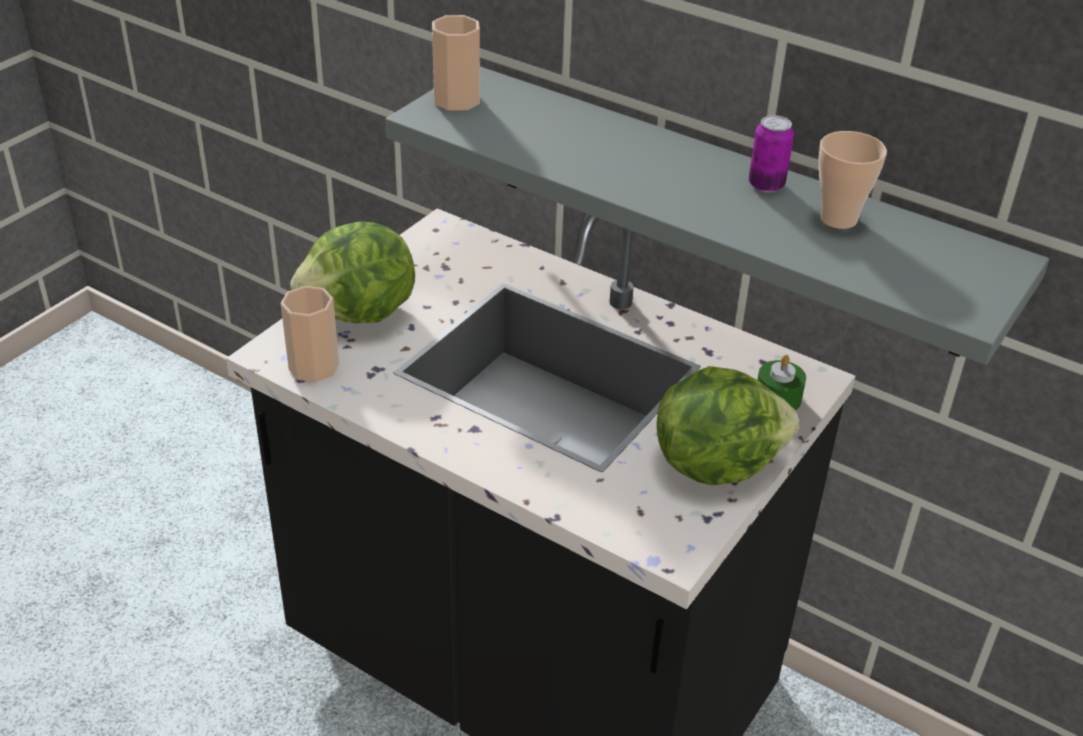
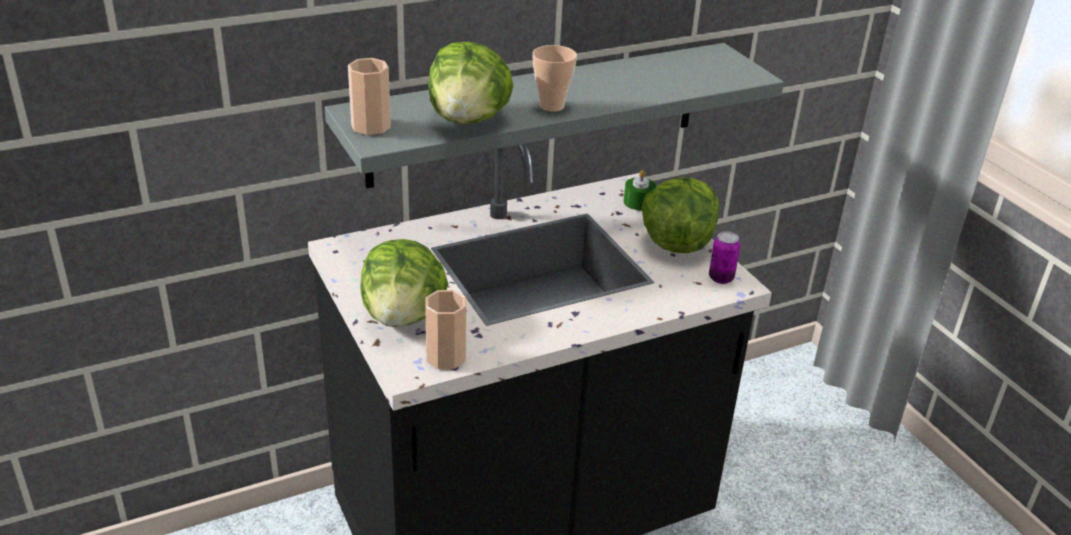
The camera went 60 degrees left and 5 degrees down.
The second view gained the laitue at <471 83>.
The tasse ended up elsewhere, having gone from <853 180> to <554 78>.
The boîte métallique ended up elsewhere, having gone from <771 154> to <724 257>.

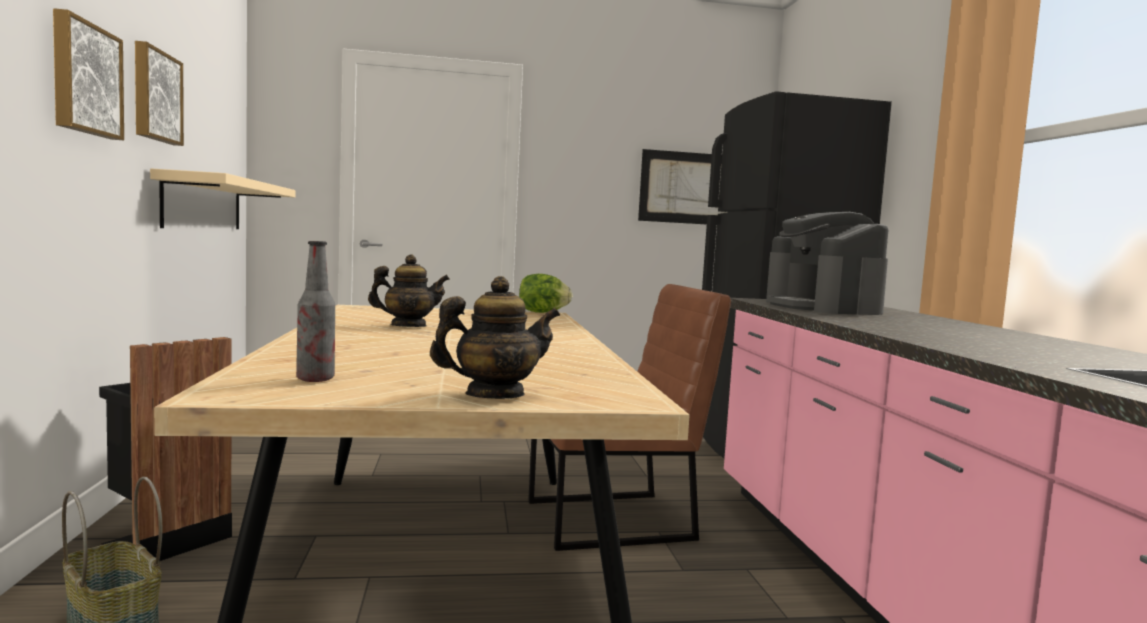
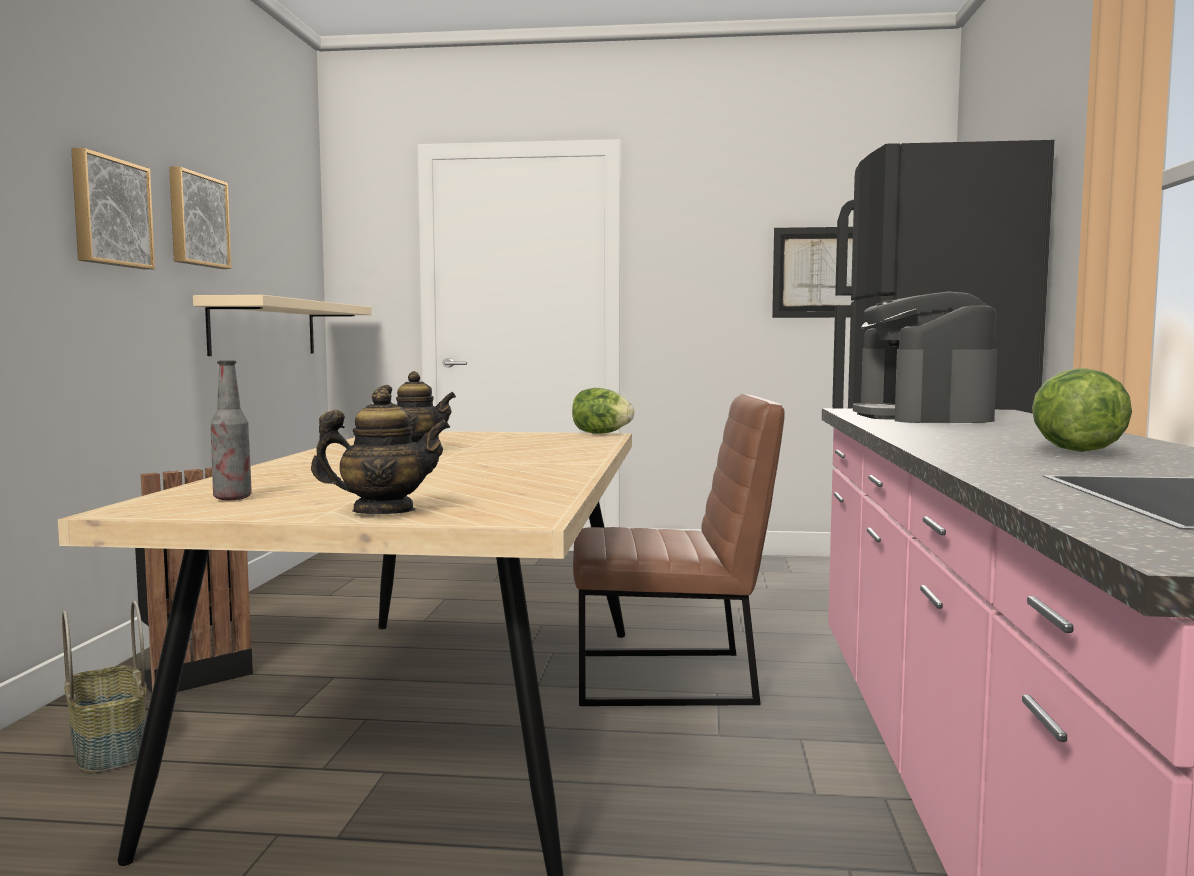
The camera went 15 degrees right and 0 degrees up.
The second view gained the laitue at <1082 410>.

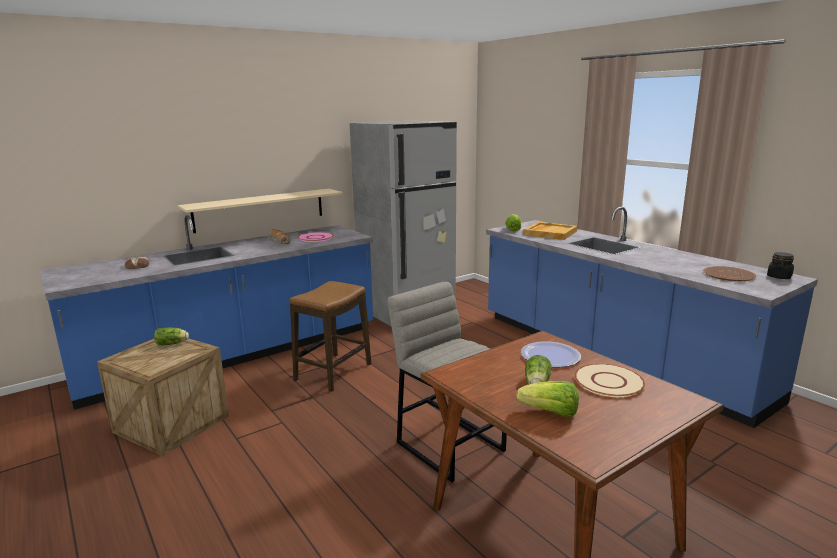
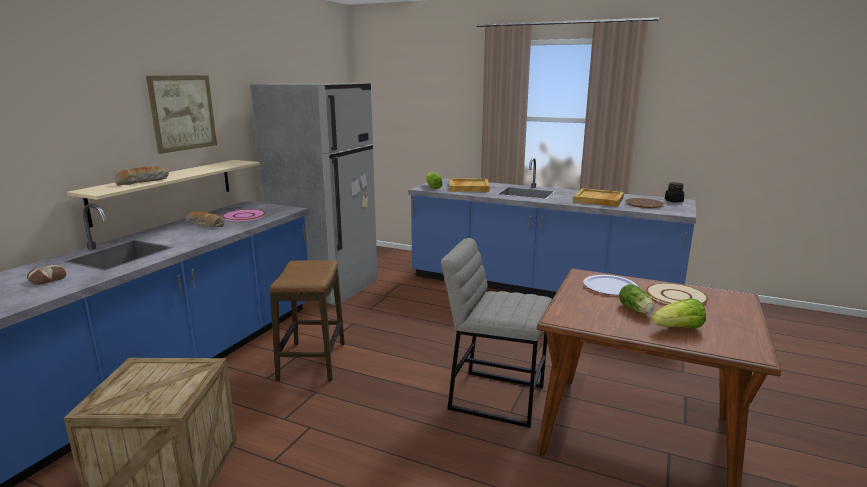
The camera went 30 degrees left and 0 degrees up.
The second view gained the pain at <142 176>.
The second view gained the tableau at <181 114>.
The second view gained the plateau/beige at <598 197>.
The second view lost the laitue at <171 336>.

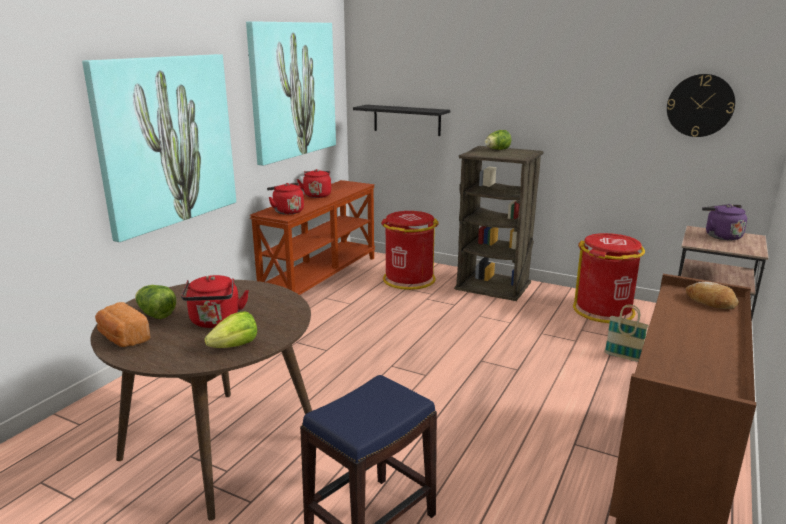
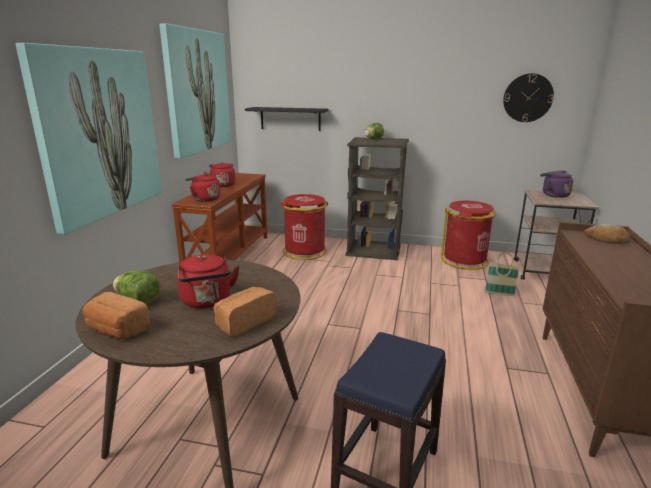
The camera went 15 degrees left and 0 degrees up.
Where the laitue stood at <231 330>, the pain came to stand at <245 312>.

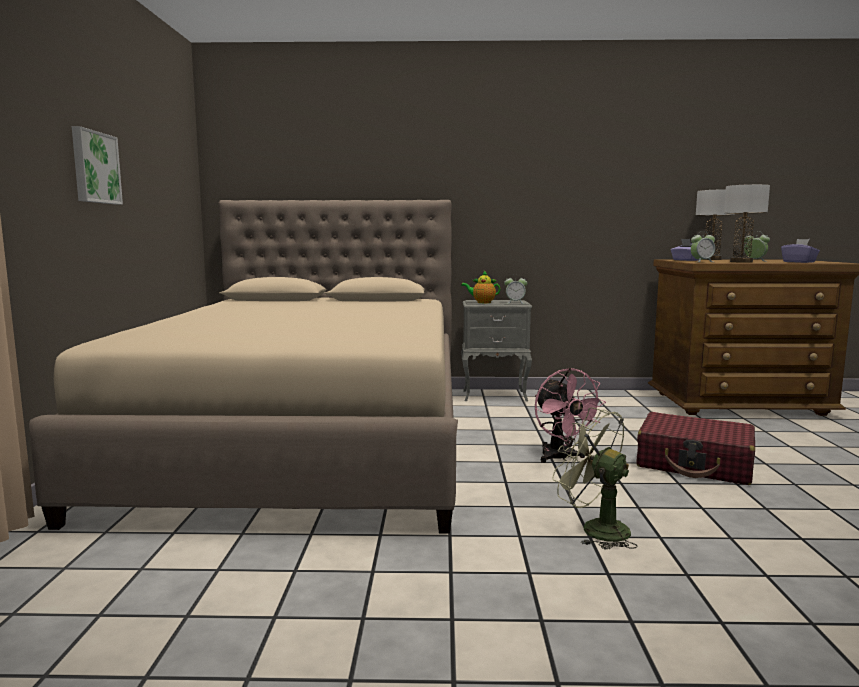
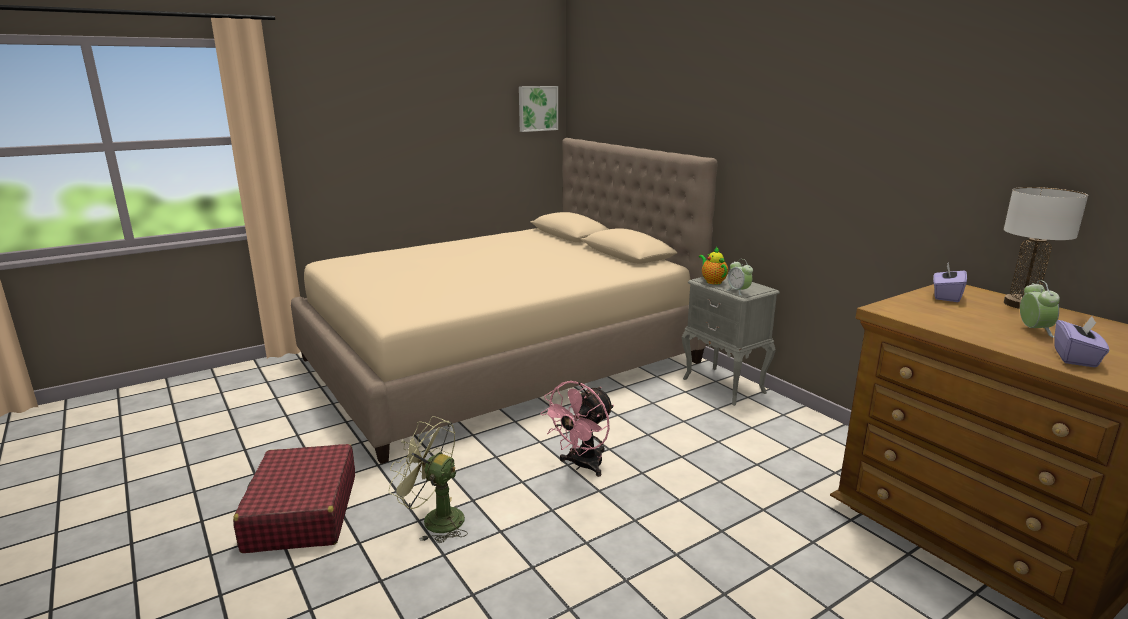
The camera went 55 degrees right and 10 degrees up.
The valise/rouge ended up elsewhere, having gone from <696 448> to <294 498>.
The ventilateur/vert at <595 478> ended up facing another way, 75 degrees counterclockwise from before.
The tableau ended up elsewhere, having gone from <97 165> to <538 109>.
The second view lost the réveil at <703 246>.
The second view lost the lampe de table at <747 223>.

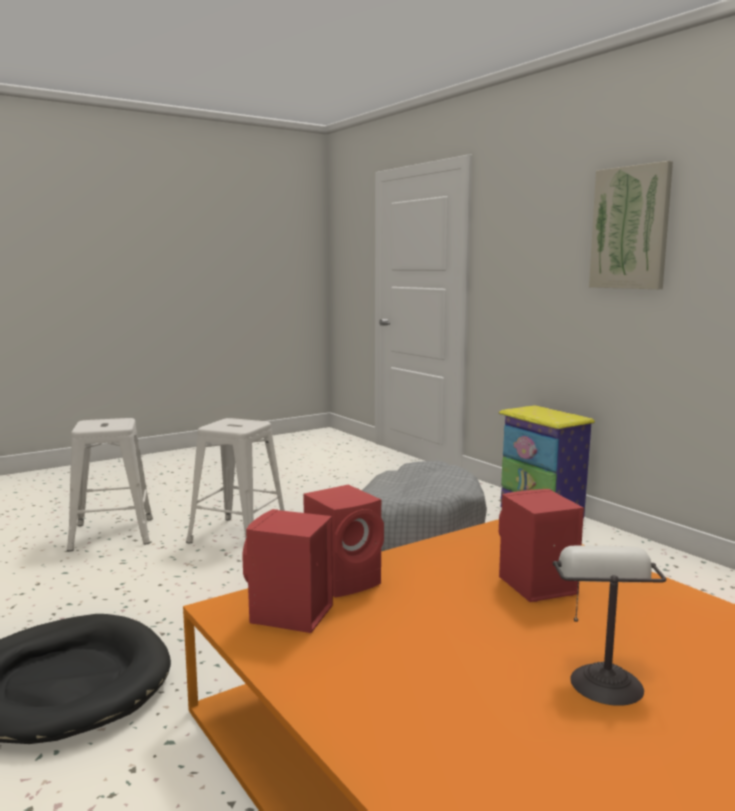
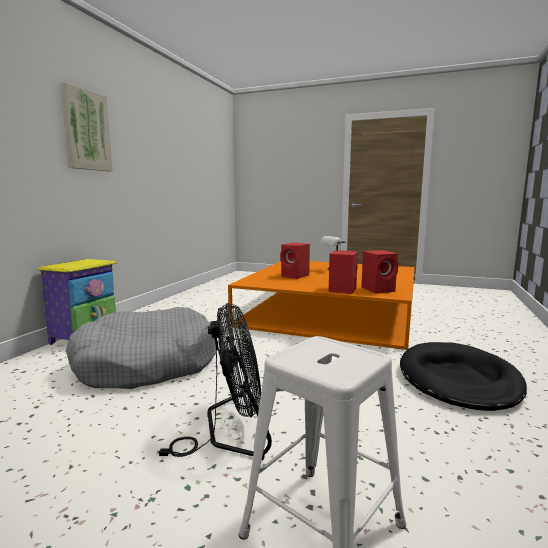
The camera went 125 degrees left and 0 degrees up.
Where the tabouret/blanc stood at <235 480>, the ventilateur/noir came to stand at <214 382>.

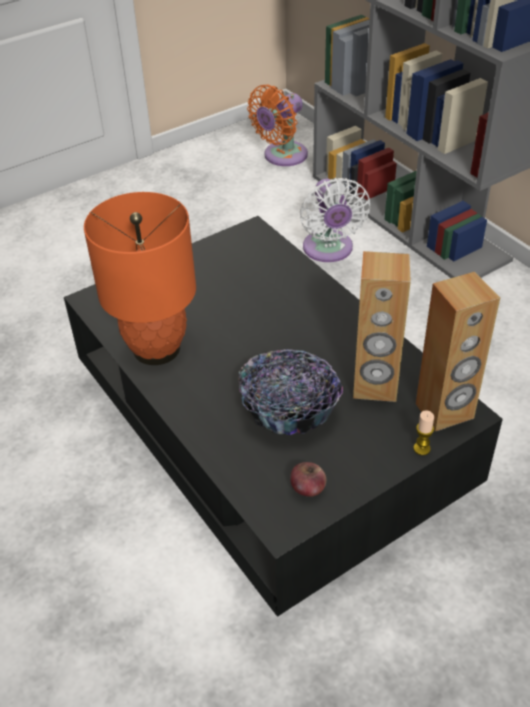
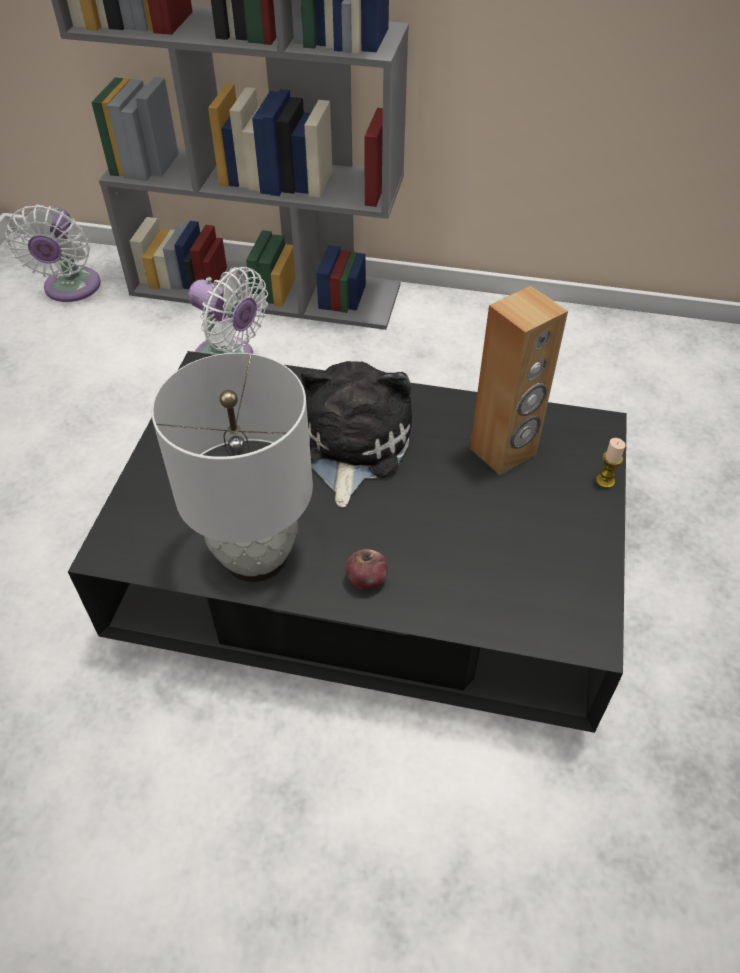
The camera went 45 degrees left and 5 degrees up.
What was the ventilateur/orange at <277 125> turned into the ventilateur/blanc at <53 253>.
What was the lampe de table/orange at <140 278> turned into the lampe de table/blanc at <232 467>.
The second view gained the peluche at <356 434>.
The pomme ended up elsewhere, having gone from <308 479> to <366 569>.
The second view lost the bol at <290 392>.
The second view lost the enceinte/marron at <458 352>.

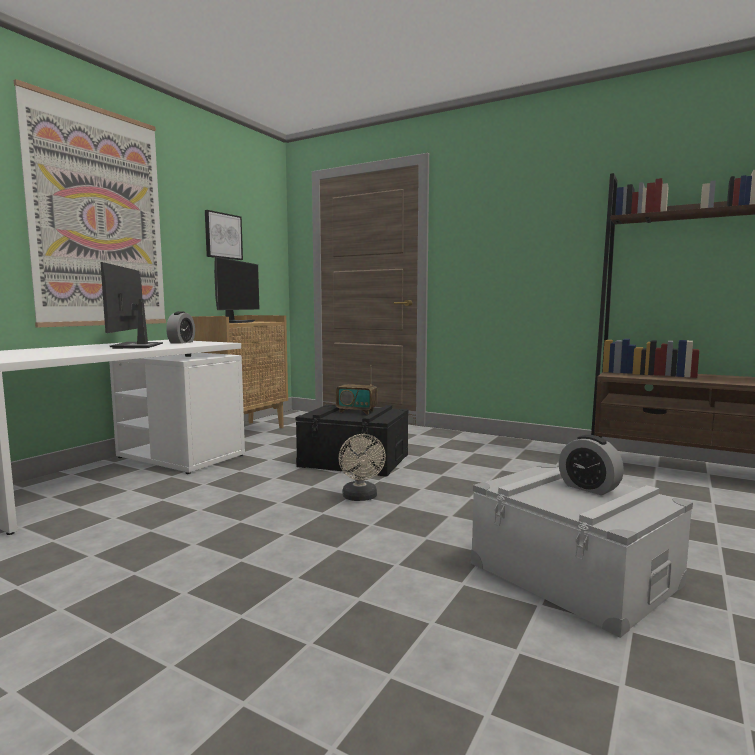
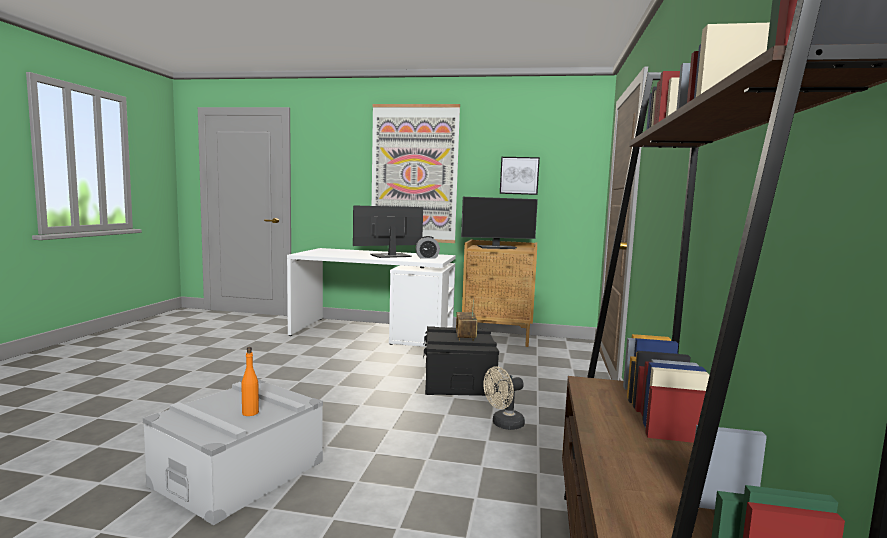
The camera went 70 degrees right and 0 degrees up.
Where the réveil stood at <591 465>, the bouteille/orange came to stand at <250 381>.
The ventilateur/beige ended up elsewhere, having gone from <362 467> to <504 398>.

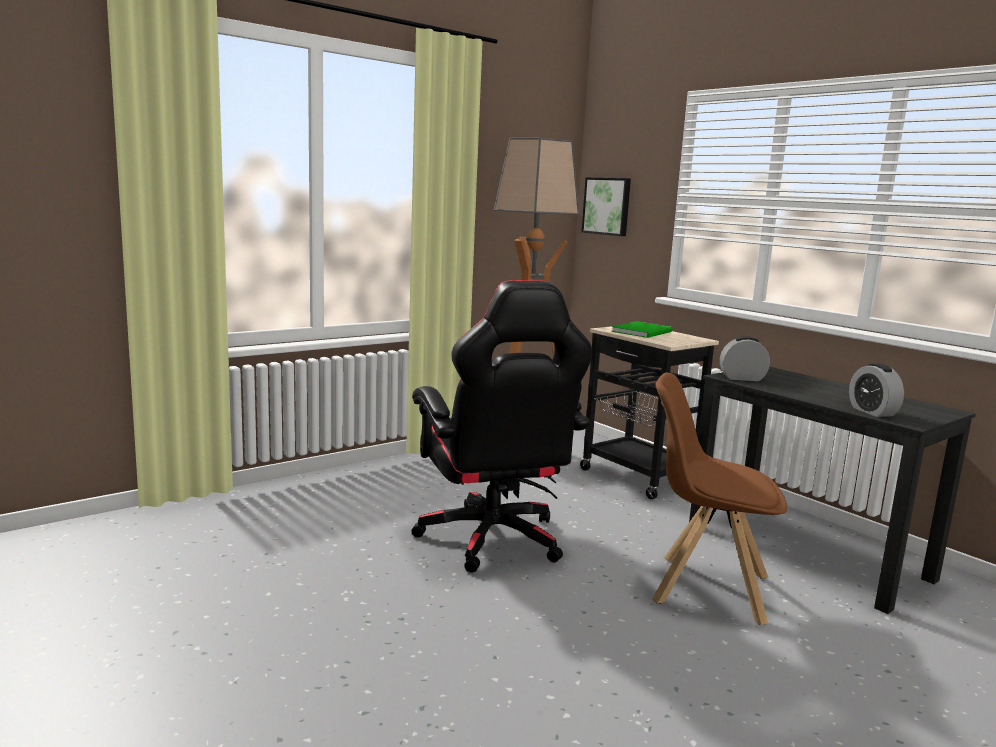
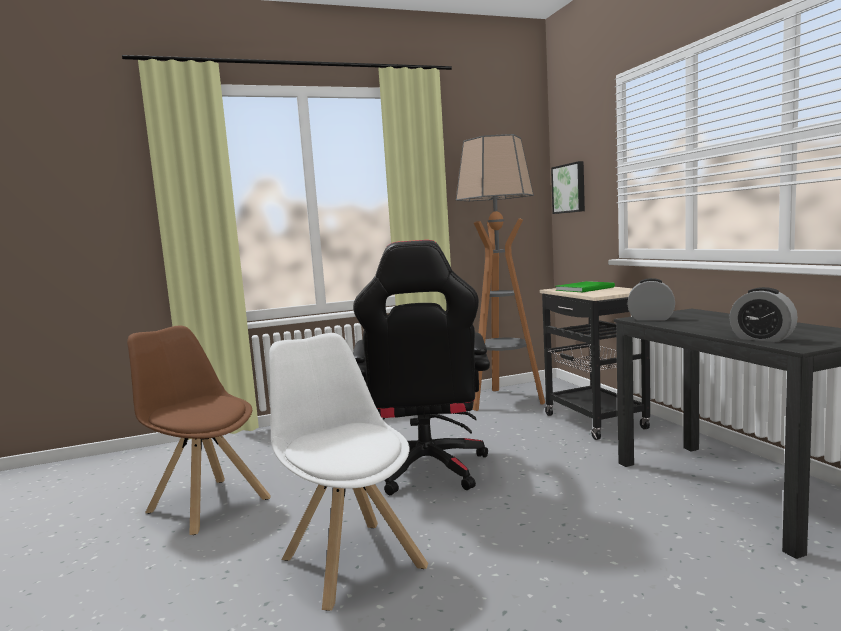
The camera went 20 degrees right and 5 degrees down.
The chaise/marron ended up elsewhere, having gone from <719 498> to <199 430>.
The second view gained the chaise/blanc at <348 472>.
The réveil at <876 390> ended up facing another way, 45 degrees counterclockwise from before.

